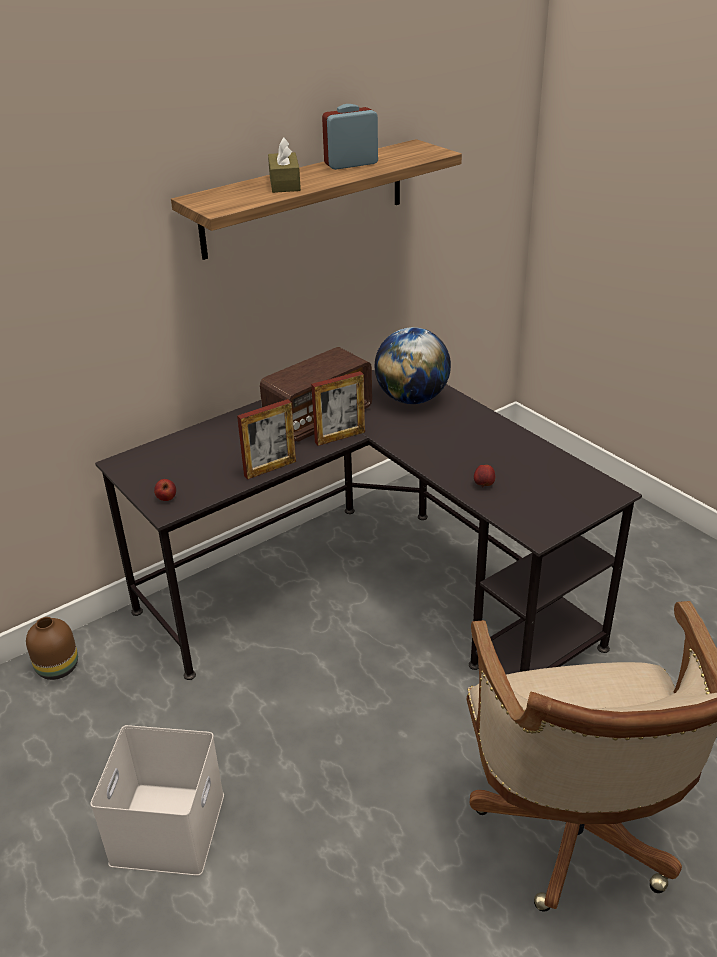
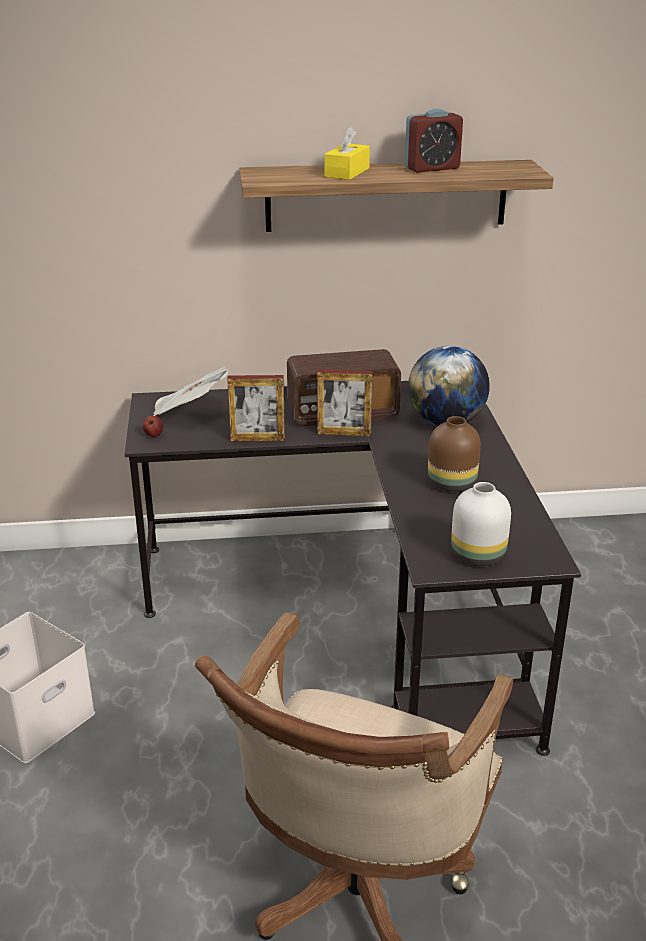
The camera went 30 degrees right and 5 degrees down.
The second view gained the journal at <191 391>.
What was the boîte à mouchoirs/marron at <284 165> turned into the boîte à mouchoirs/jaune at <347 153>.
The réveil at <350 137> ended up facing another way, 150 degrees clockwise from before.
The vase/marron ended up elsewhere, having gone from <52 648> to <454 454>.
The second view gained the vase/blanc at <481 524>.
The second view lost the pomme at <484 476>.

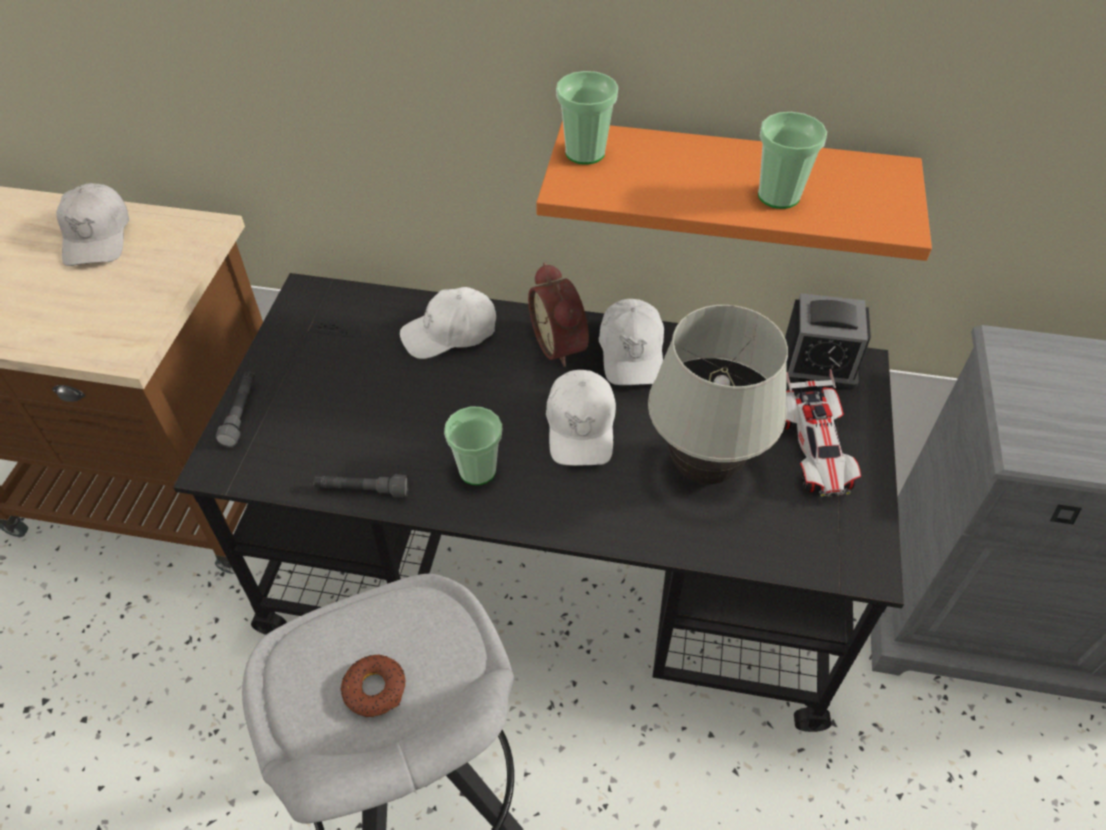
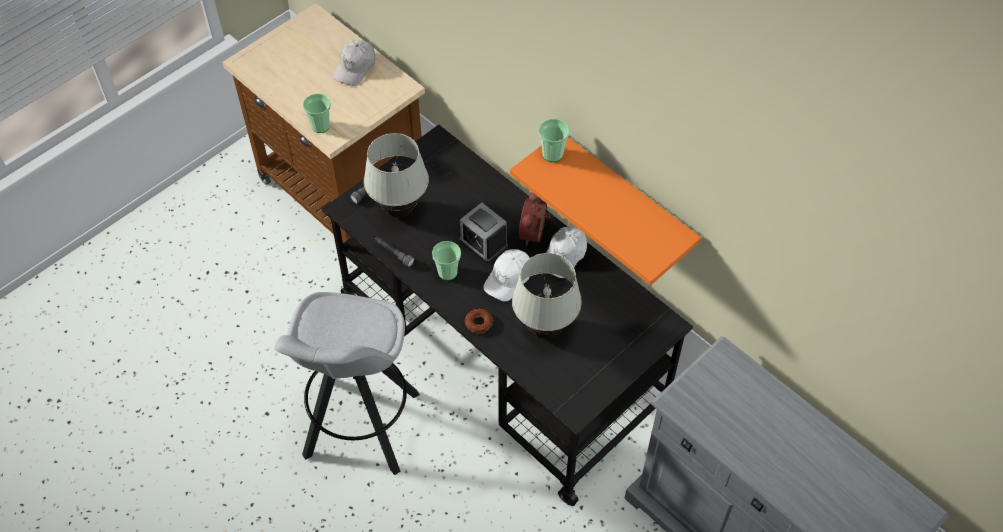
The camera went 35 degrees right and 5 degrees up.
The tasse ended up elsewhere, having gone from <792 160> to <317 113>.
The second view gained the lampe de table/blanc at <396 175>.
The réveil ended up elsewhere, having gone from <828 341> to <483 232>.
The beignet ended up elsewhere, having gone from <373 686> to <479 321>.
The second view lost the casquette/blanc at <448 323>.
The second view lost the petite voiture at <822 433>.

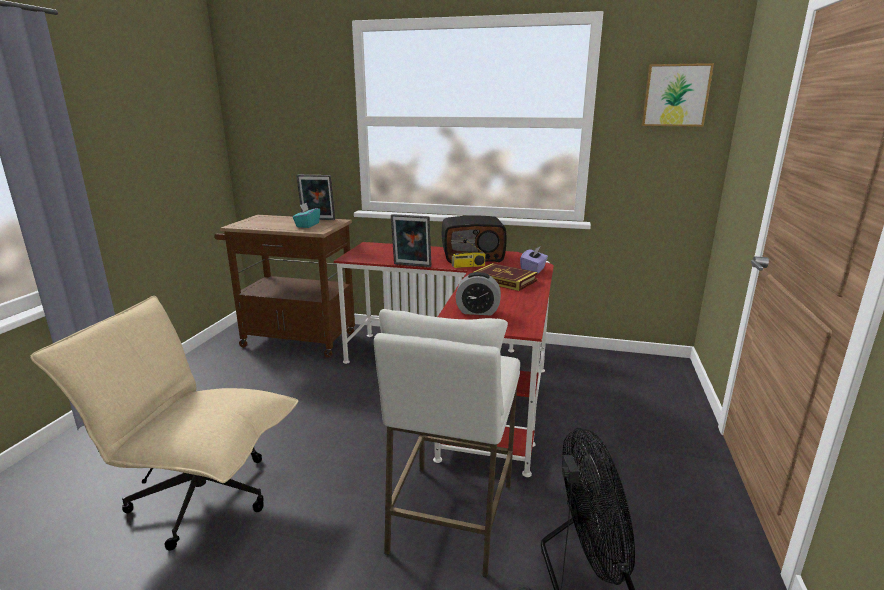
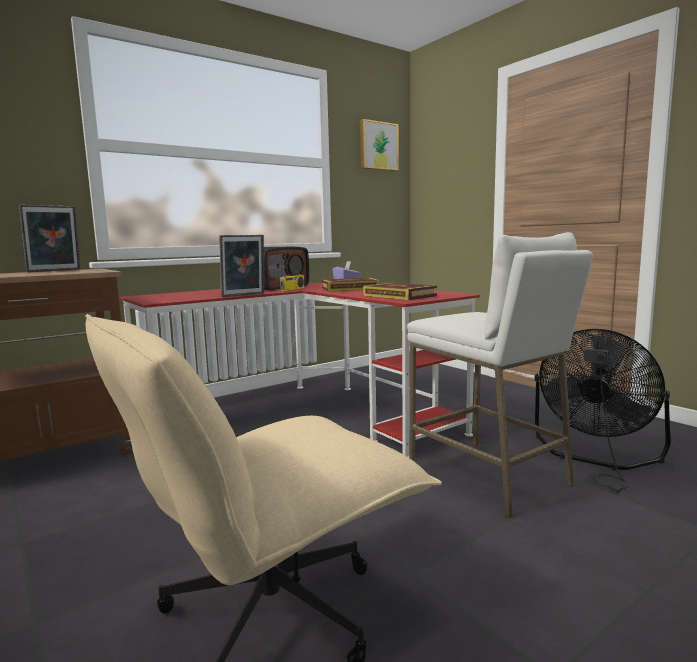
The camera went 50 degrees left and 10 degrees down.
Where the réveil stood at <478 293>, the livre came to stand at <400 291>.
The second view lost the boîte à mouchoirs/turquoise at <306 215>.

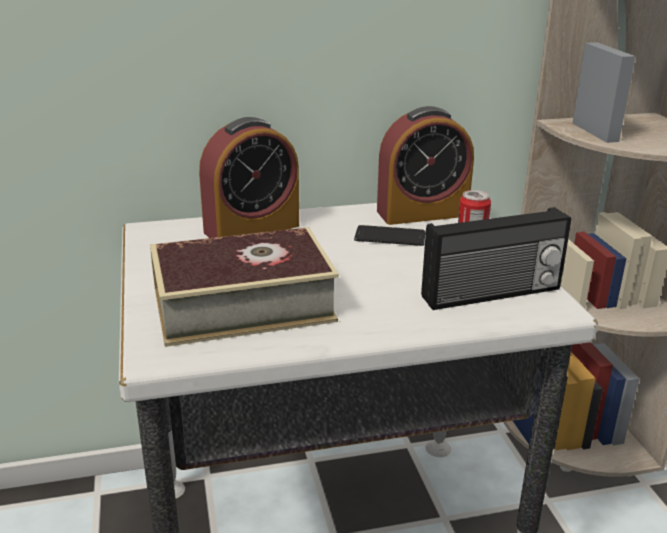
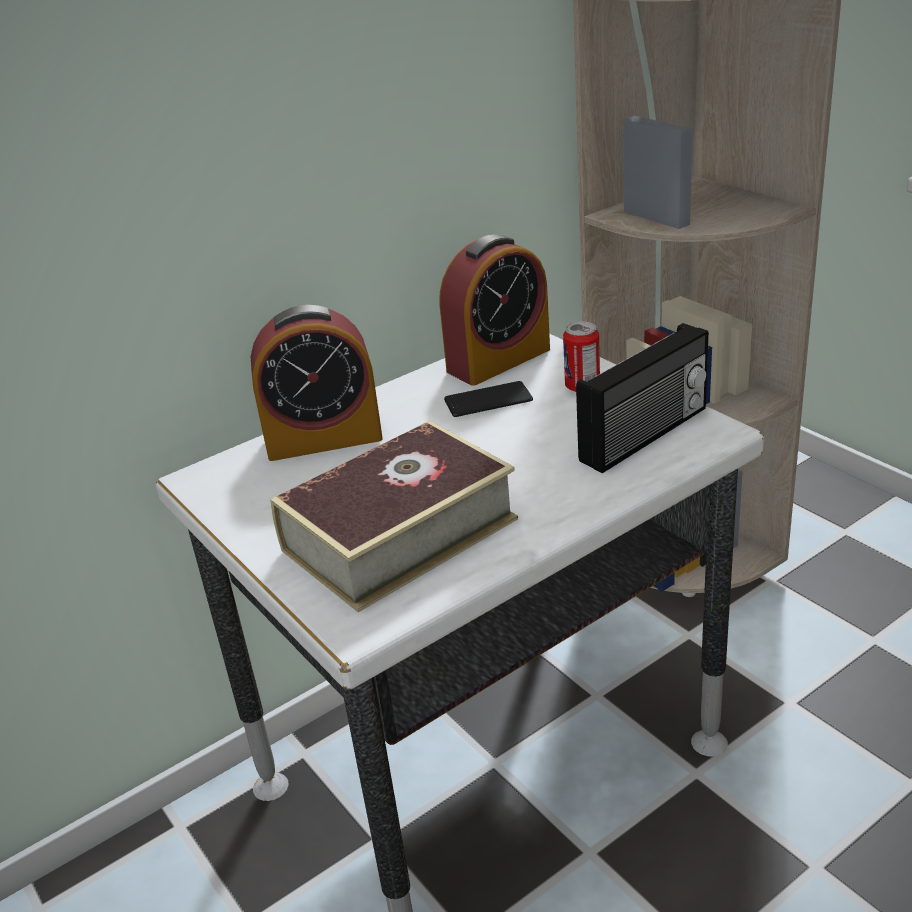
The camera went 20 degrees left and 5 degrees up.
The réveil at <249 177> ended up facing another way, 45 degrees clockwise from before.

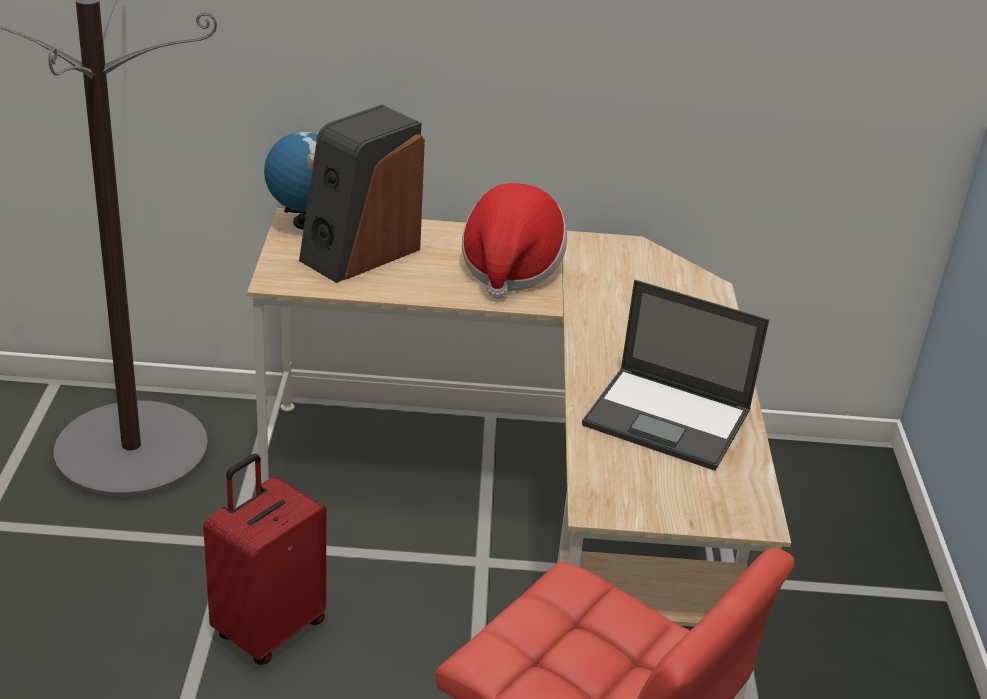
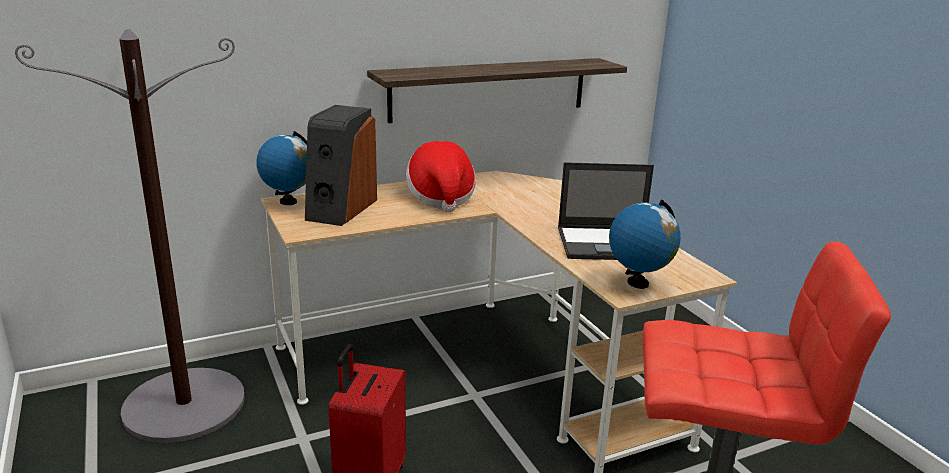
The camera went 25 degrees left and 10 degrees down.
The second view gained the étagère at <497 90>.
The second view gained the globe at <645 244>.

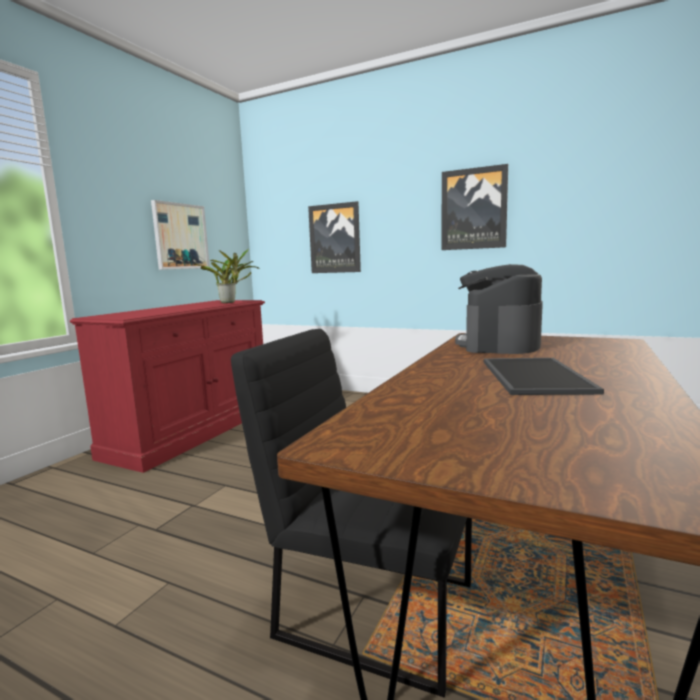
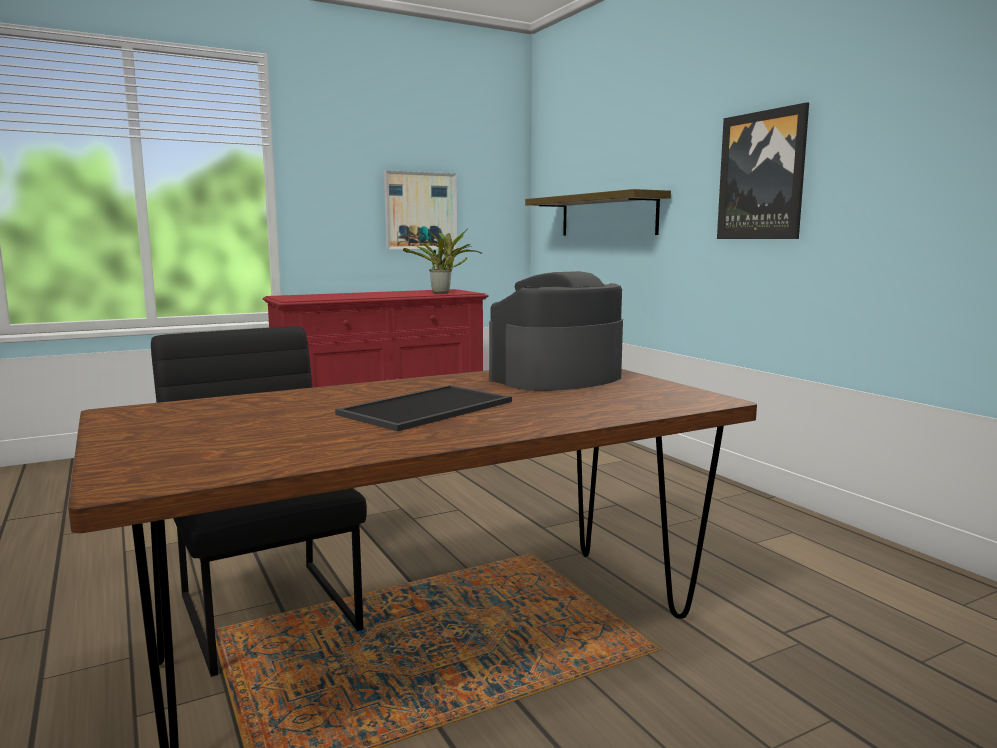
The camera went 35 degrees right and 0 degrees up.
Where the tableau hung at <334 237>, the étagère came to hang at <598 212>.

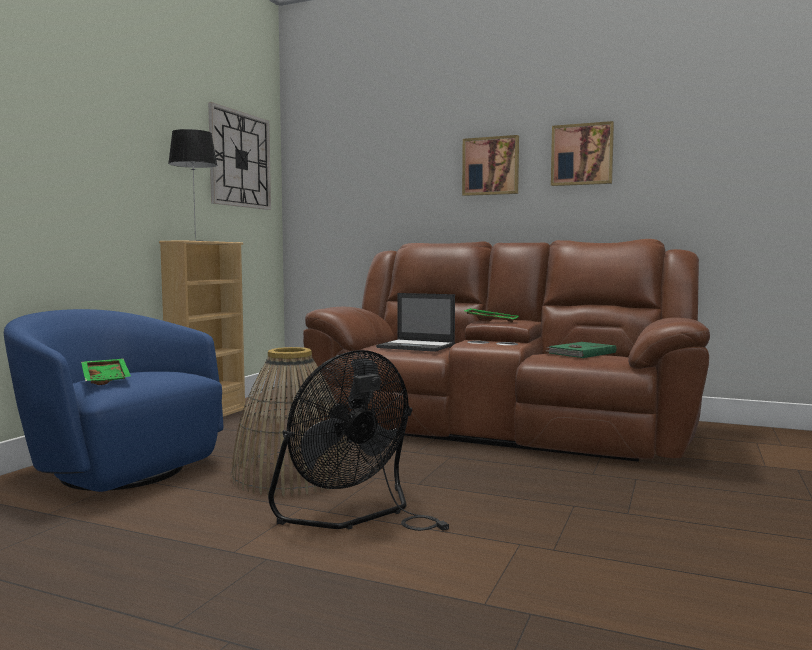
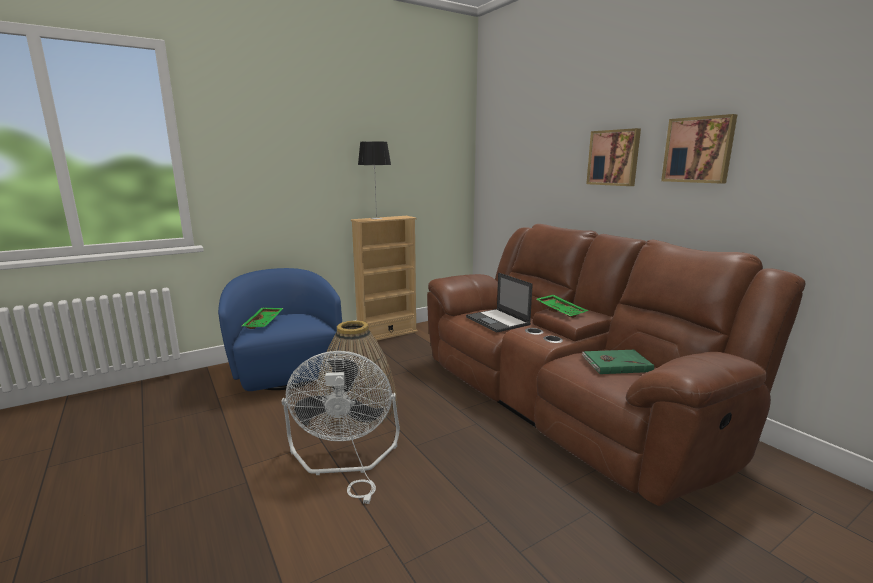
The camera went 35 degrees right and 10 degrees up.
What was the ventilateur/noir at <358 440> turned into the ventilateur/blanc at <340 427>.
The second view lost the horloge murale at <239 156>.

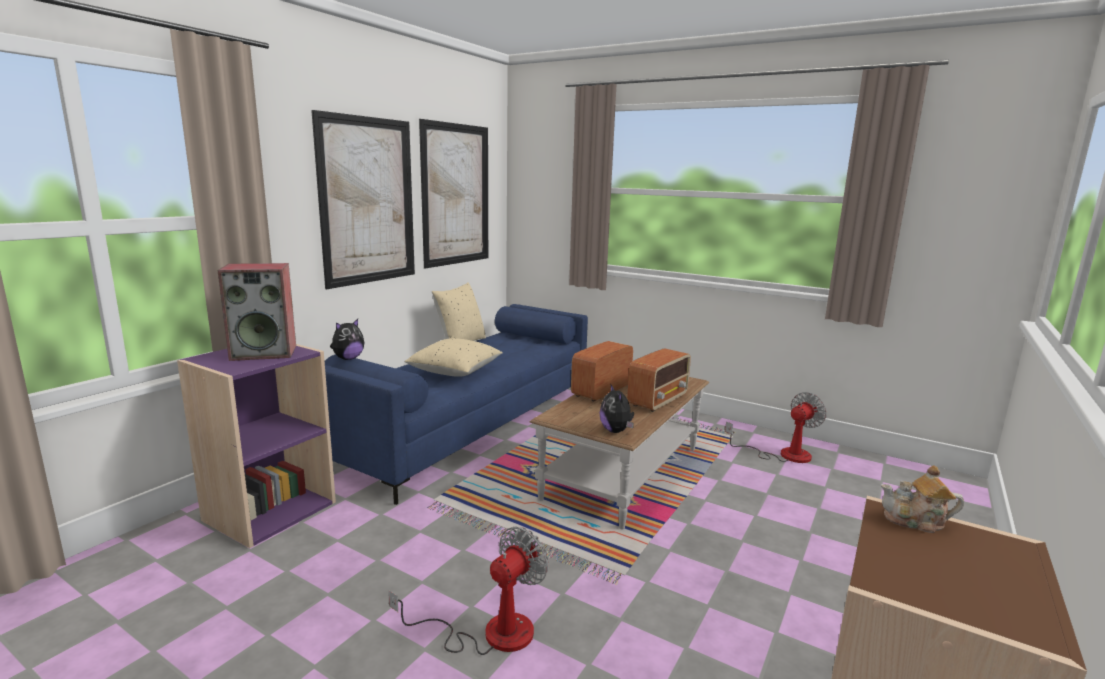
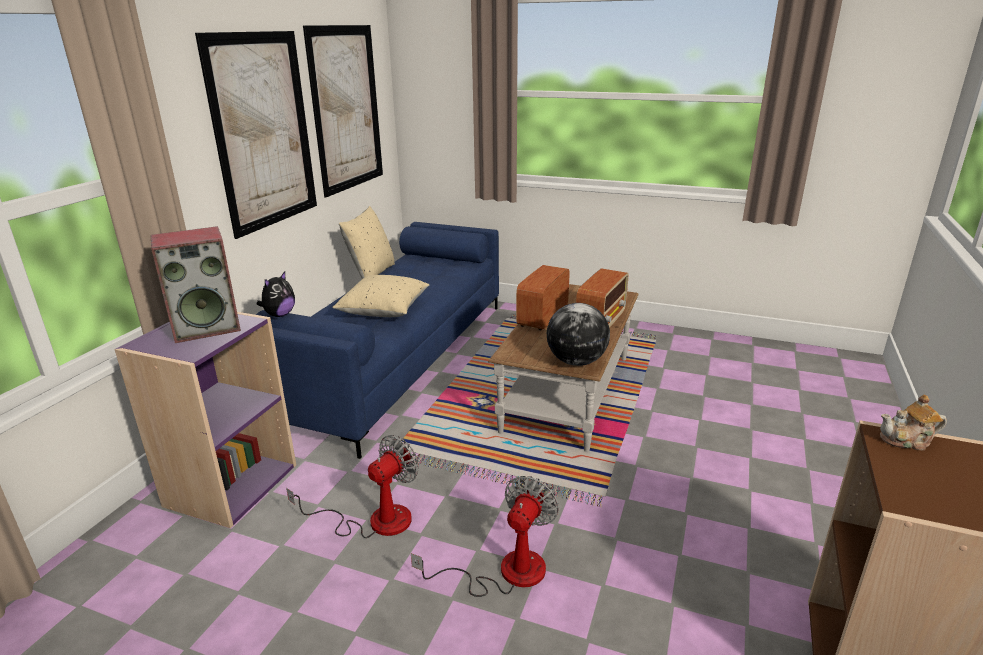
The camera went 10 degrees left and 10 degrees up.
The ventilateur ended up elsewhere, having gone from <776 427> to <352 486>.
Where the peluche stood at <616 408>, the globe came to stand at <578 334>.

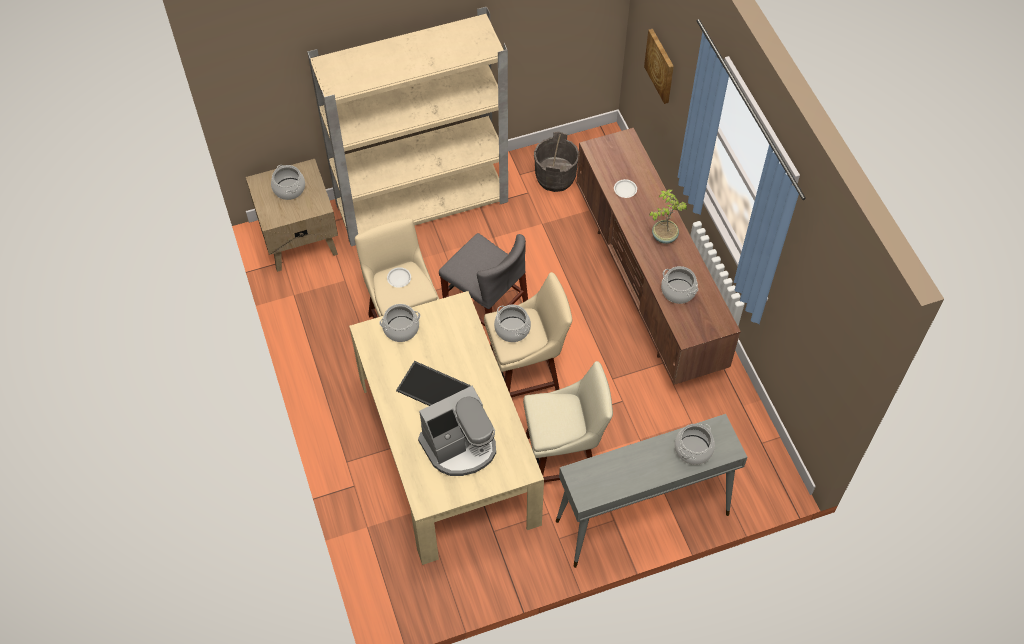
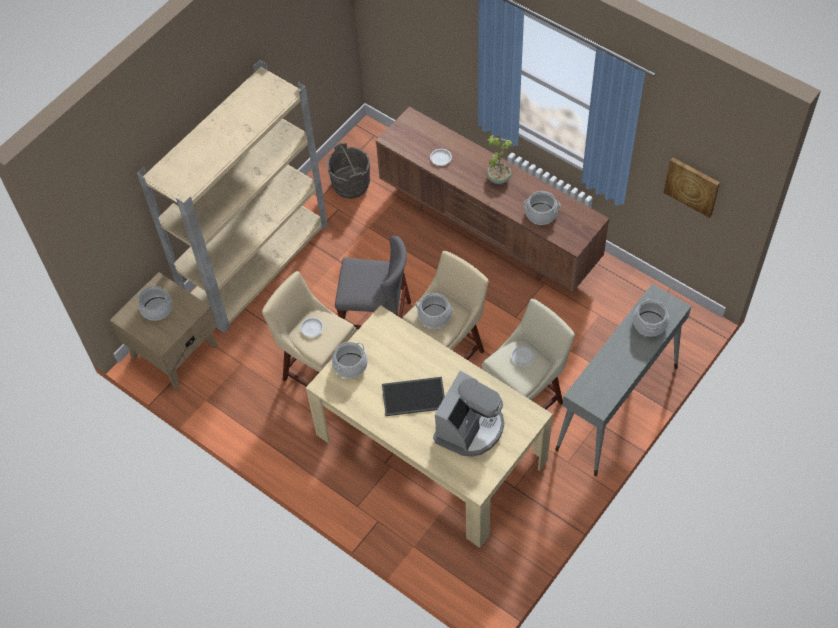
The camera went 30 degrees left and 0 degrees up.
The second view gained the assiette/blanc at <523 356>.
The tableau ended up elsewhere, having gone from <659 66> to <692 187>.

